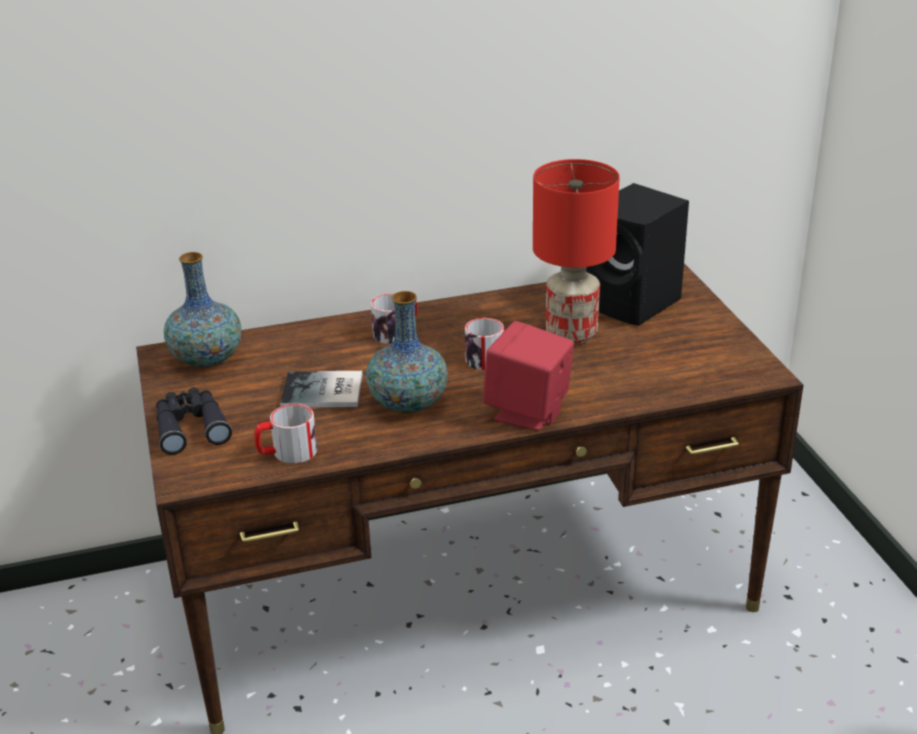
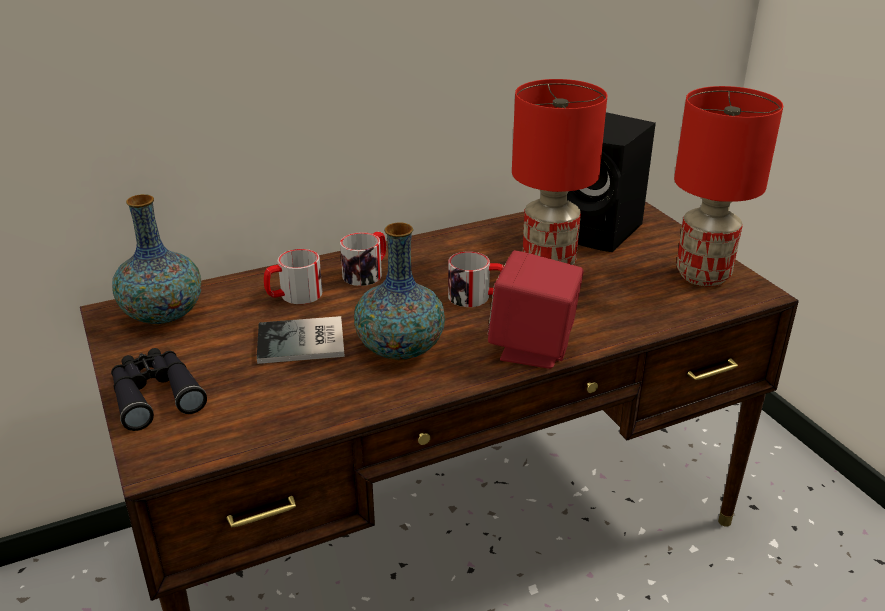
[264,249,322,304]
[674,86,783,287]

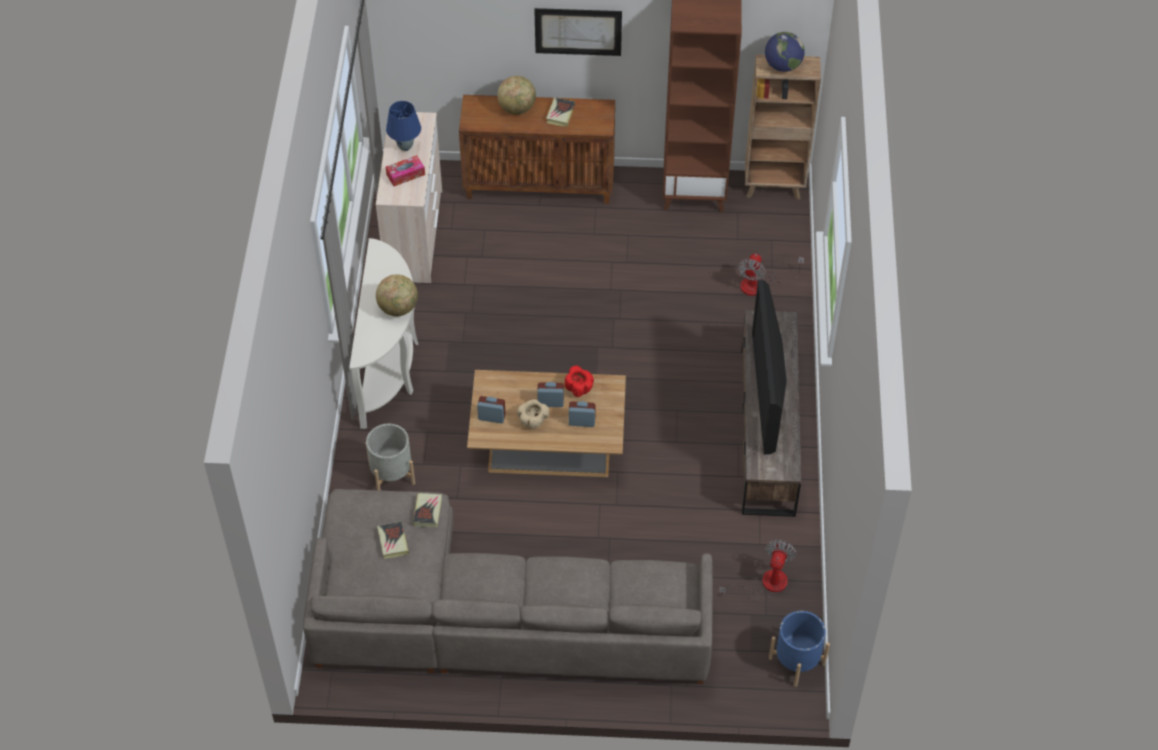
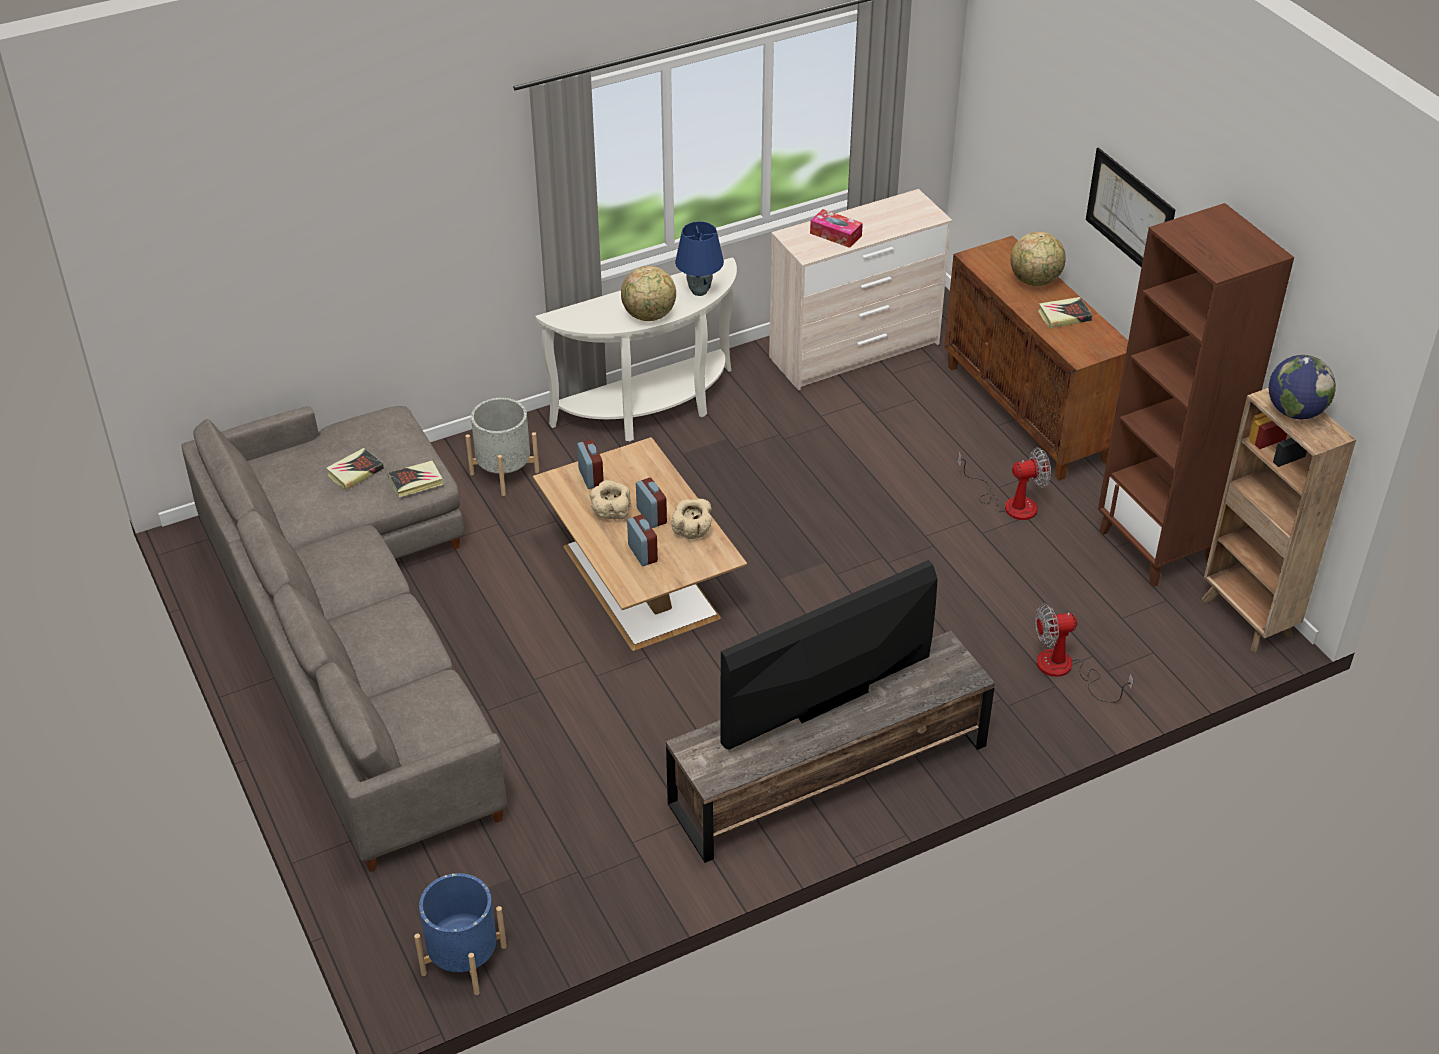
[675,221,724,296]
[671,499,712,539]
[958,447,1051,520]

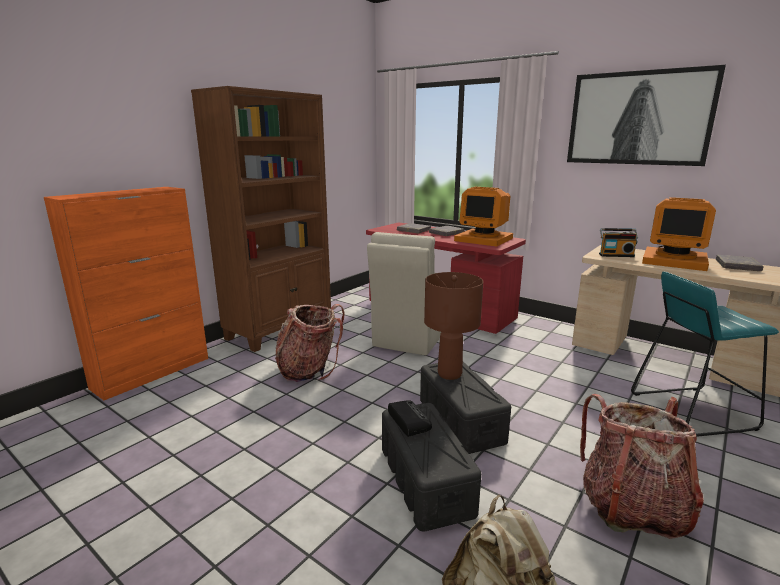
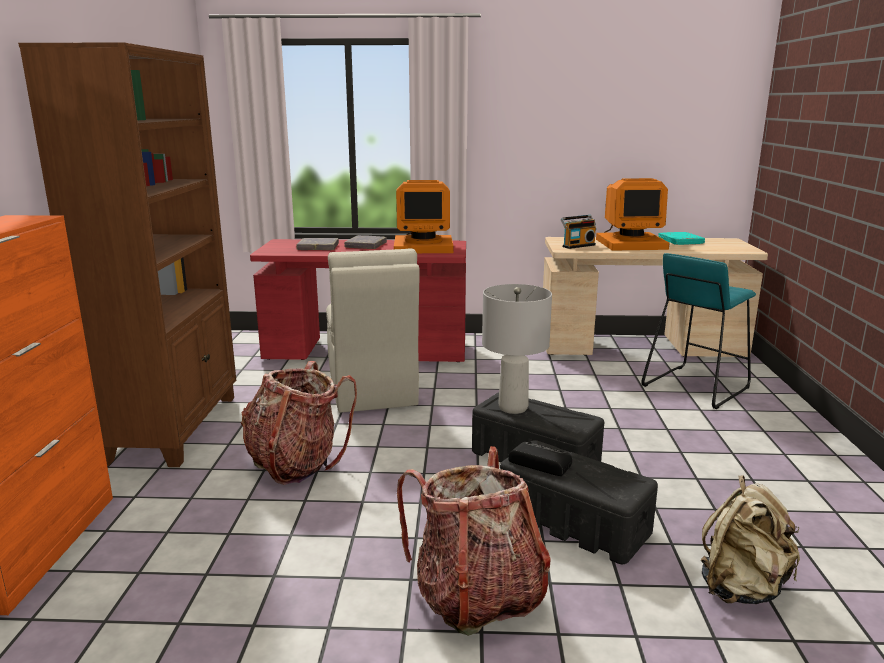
[482,284,552,414]
[567,65,726,166] (first image)
[397,446,551,636]
[658,232,705,245]

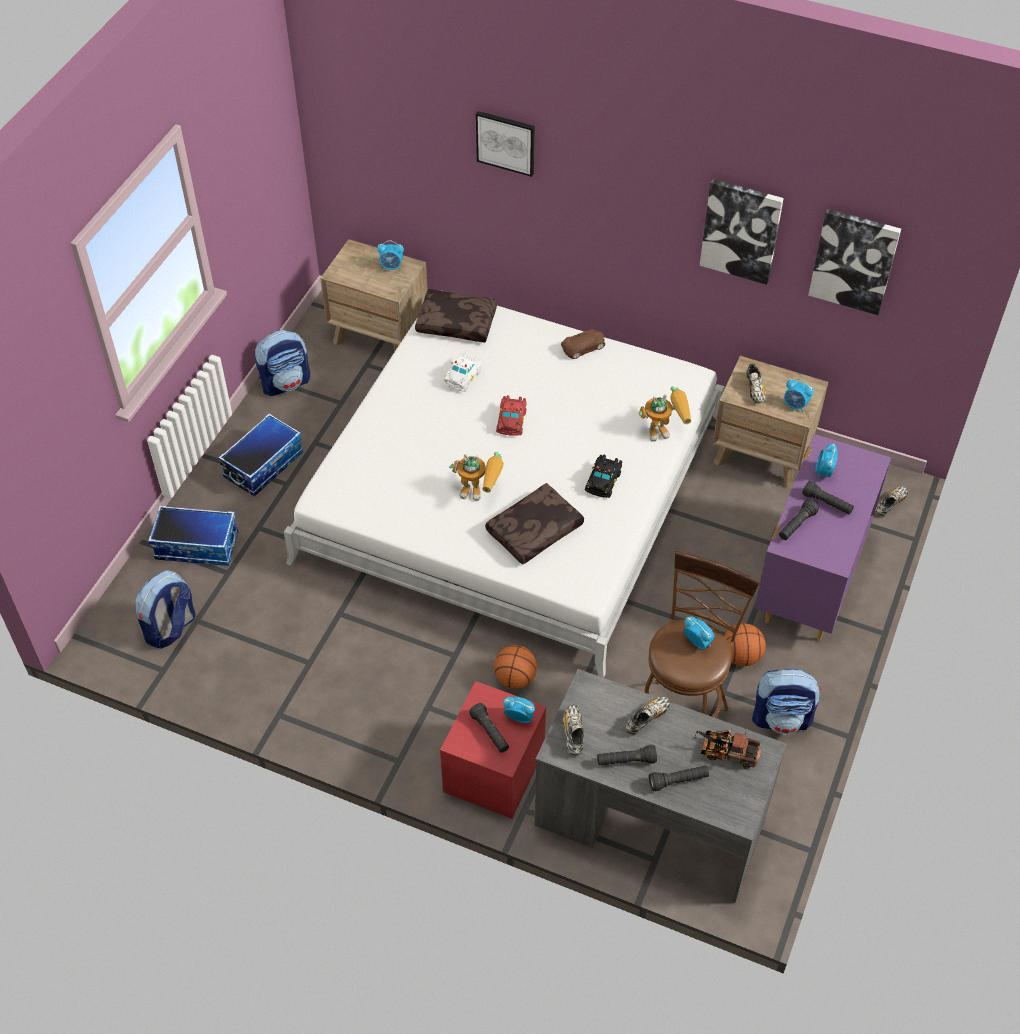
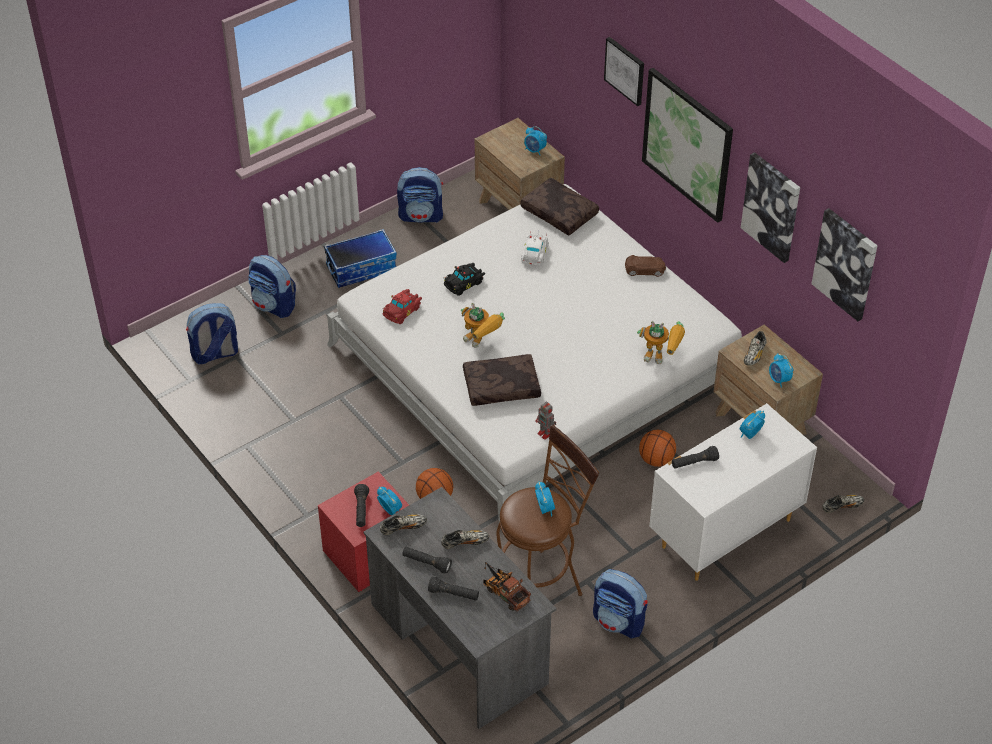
[248,255,296,318]
[521,231,549,265]
[383,289,422,324]
[380,514,427,535]
[444,263,485,296]
[639,430,676,467]
[649,403,817,581]
[802,481,854,514] (first image)
[535,401,556,440]
[642,68,733,223]

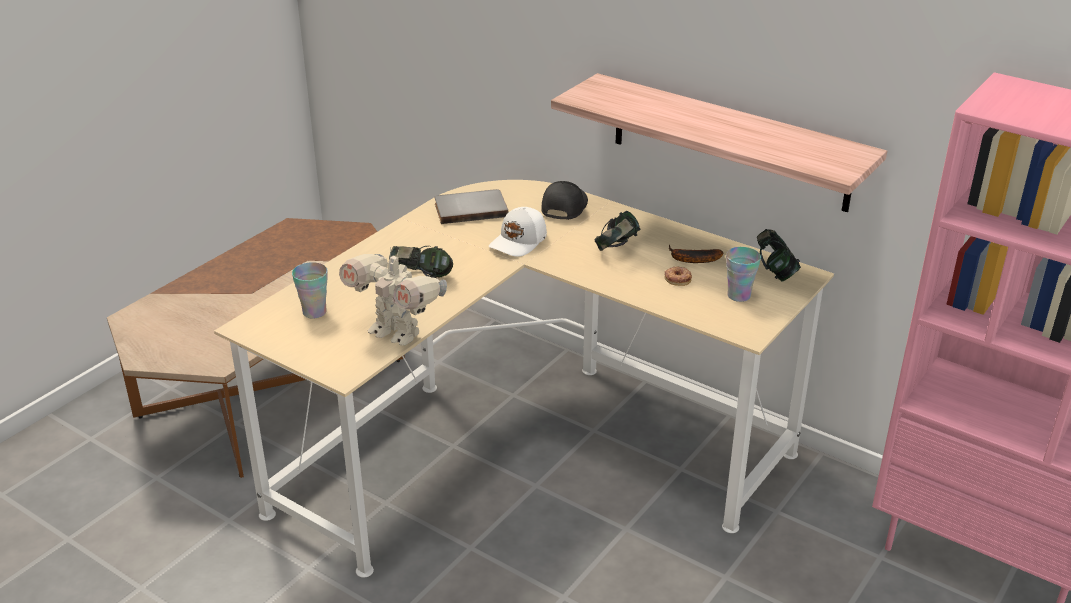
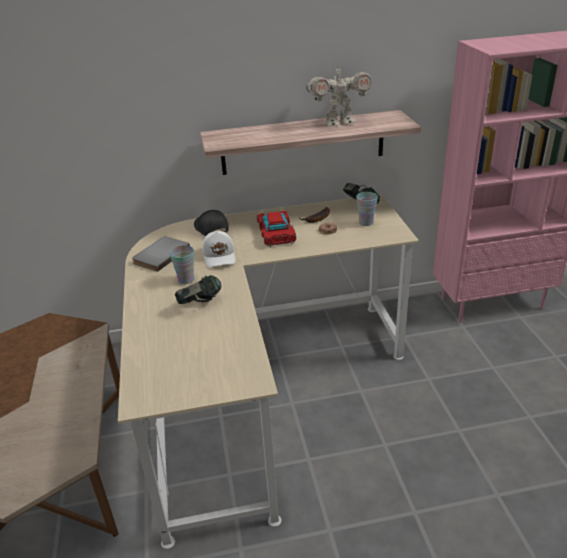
[169,245,194,284]
[306,62,372,126]
[257,210,296,247]

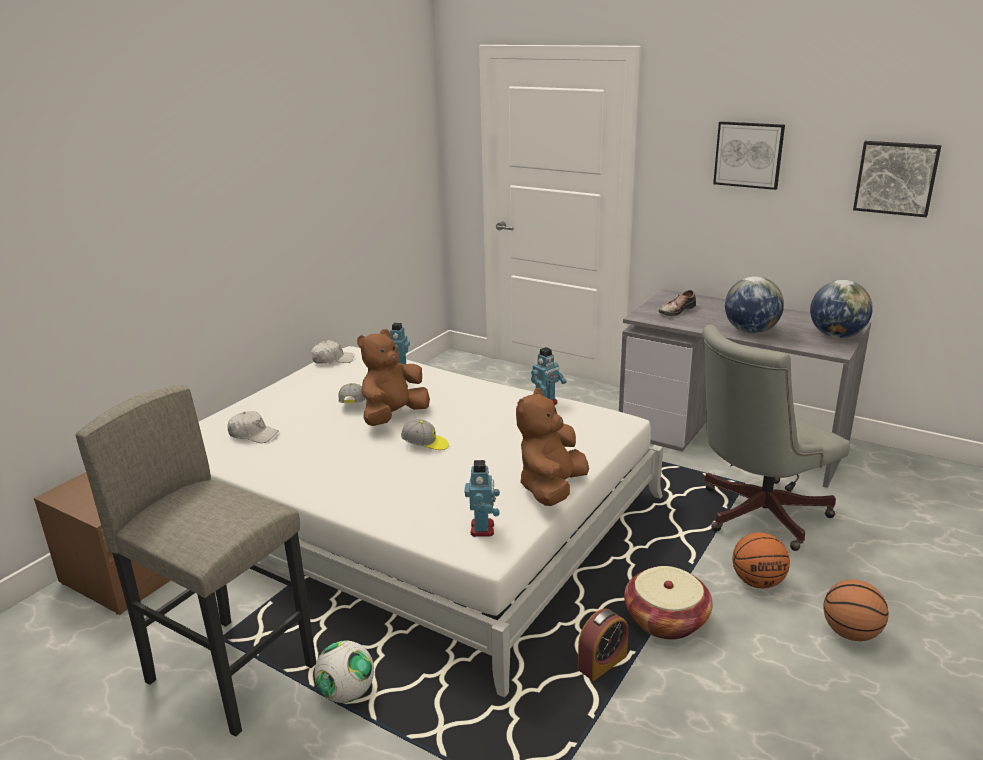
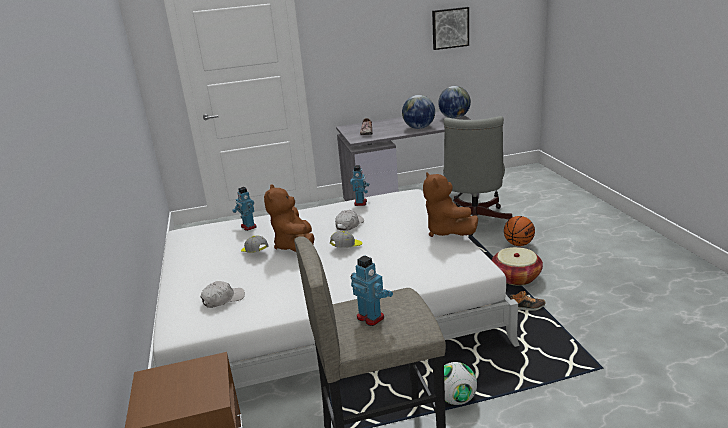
[335,210,364,231]
[350,255,393,326]
[510,291,545,311]
[713,121,785,190] (first image)
[823,579,889,641] (first image)

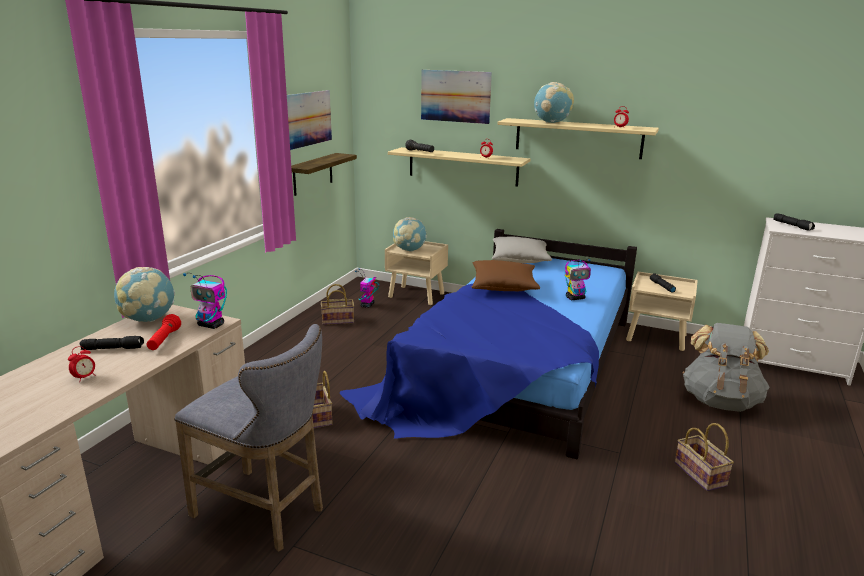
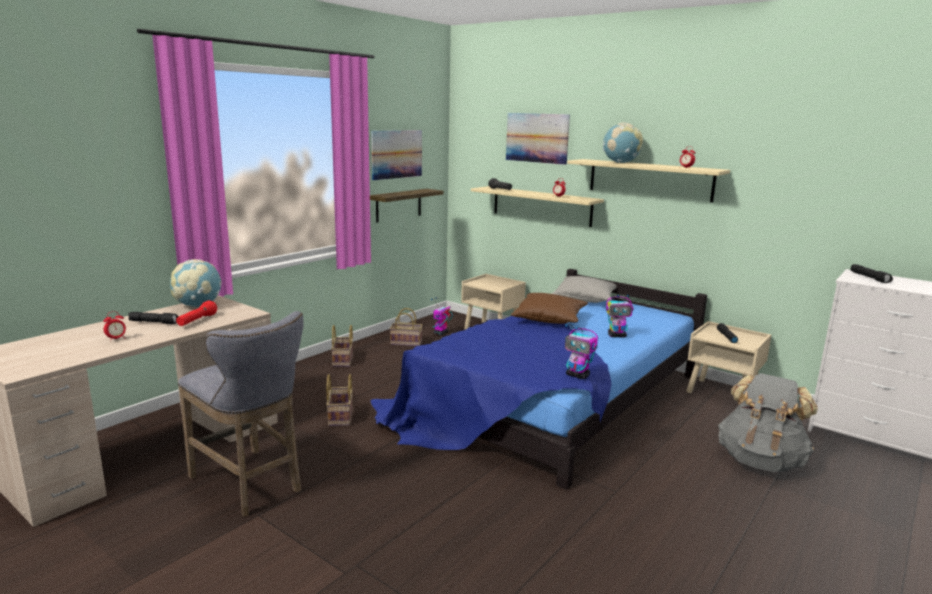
[565,324,598,379]
[393,217,427,252] (first image)
[331,325,353,367]

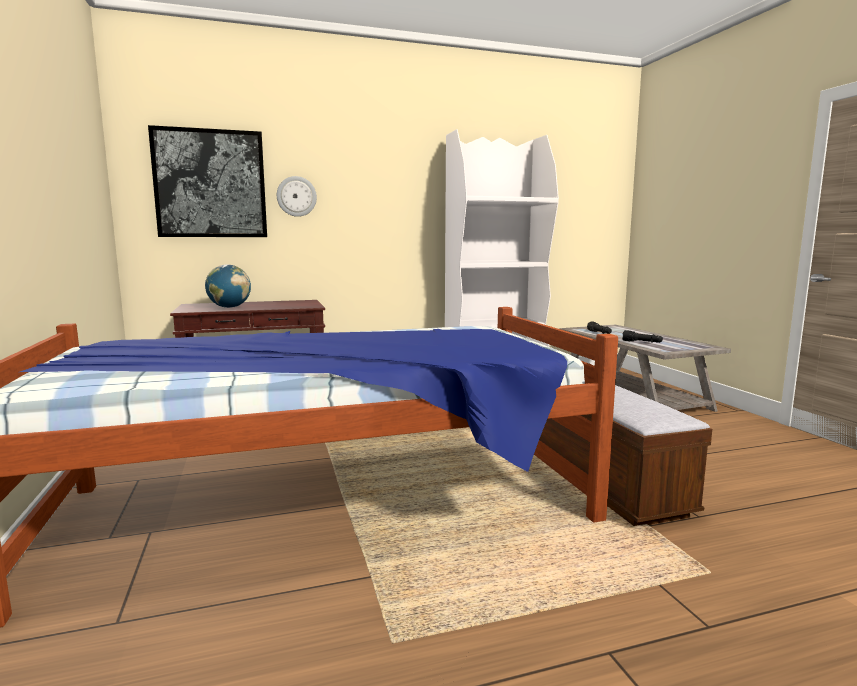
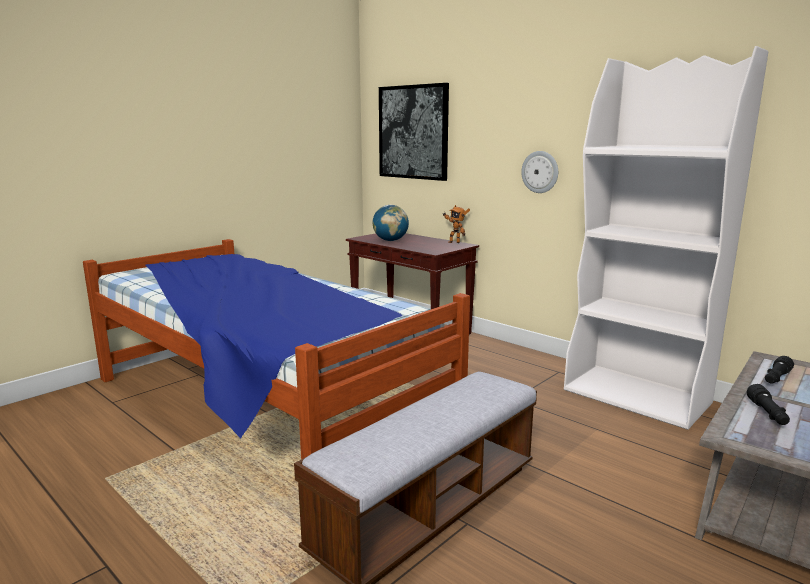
[521,151,558,193]
[443,205,470,243]

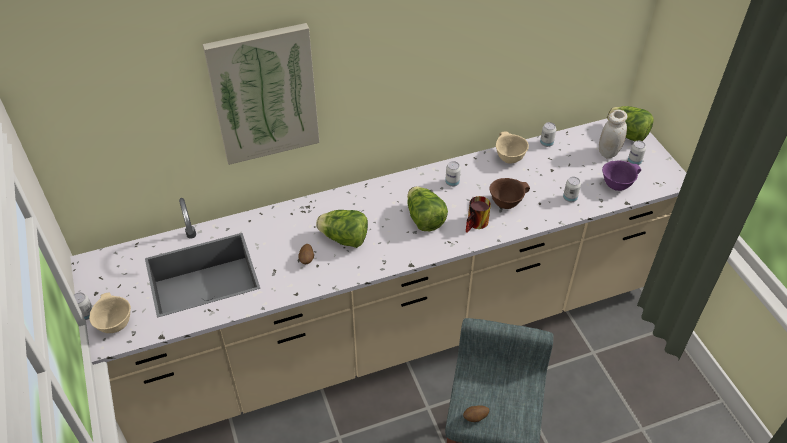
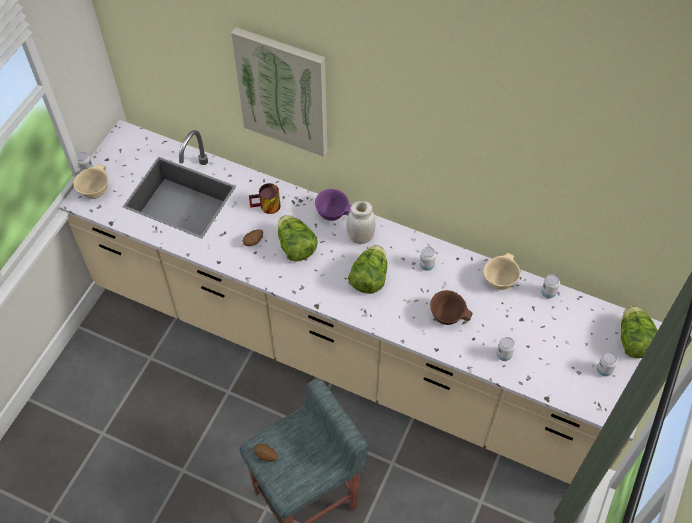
[249,183,280,214]
[347,201,375,244]
[315,189,351,221]

